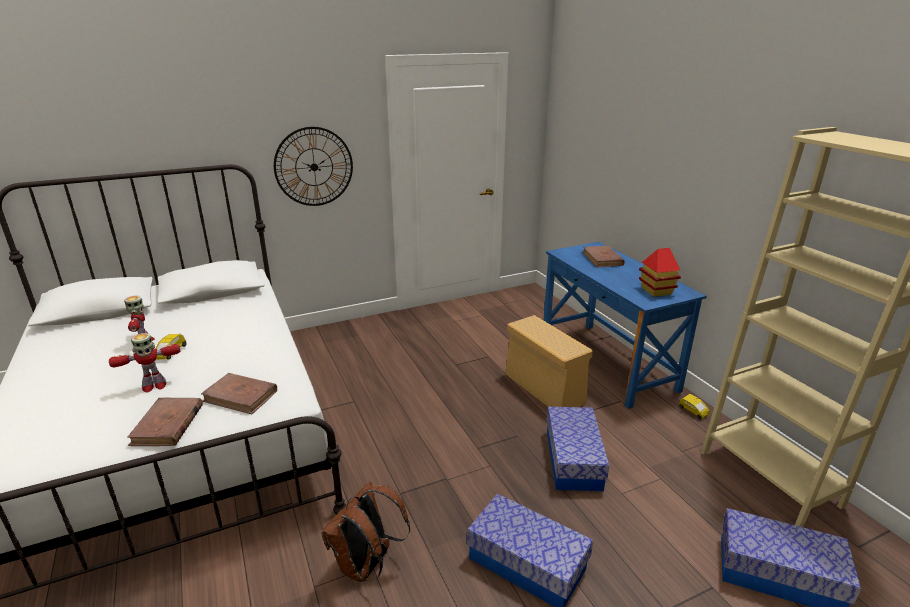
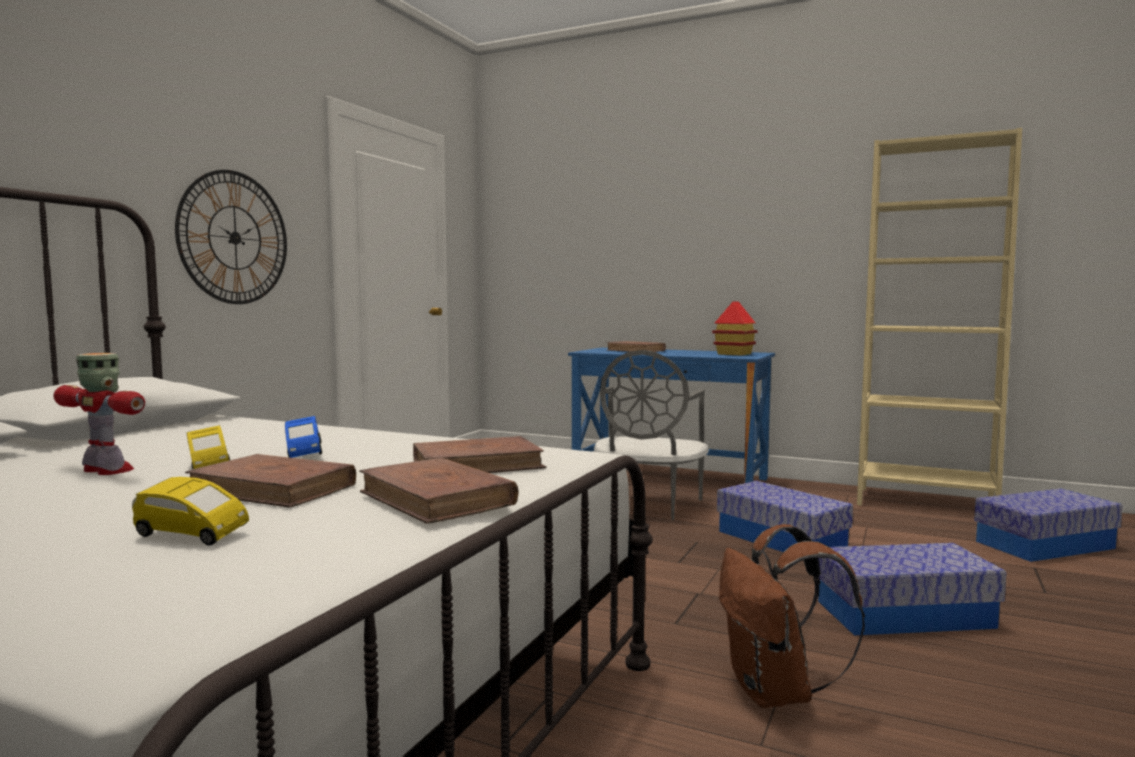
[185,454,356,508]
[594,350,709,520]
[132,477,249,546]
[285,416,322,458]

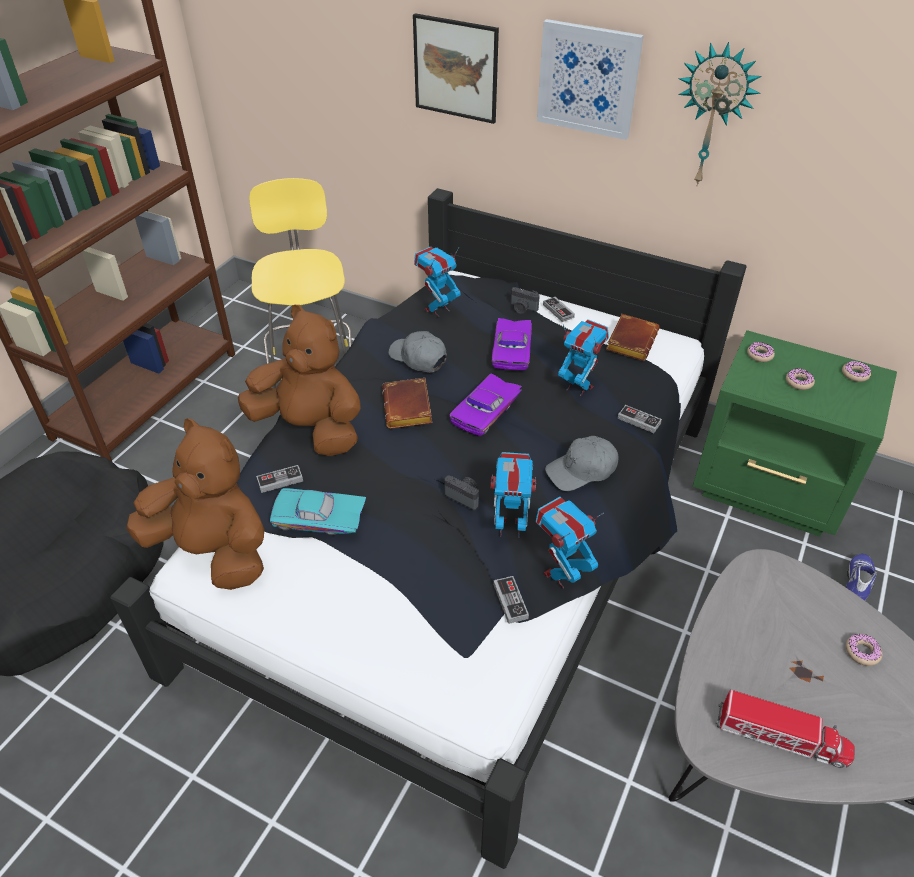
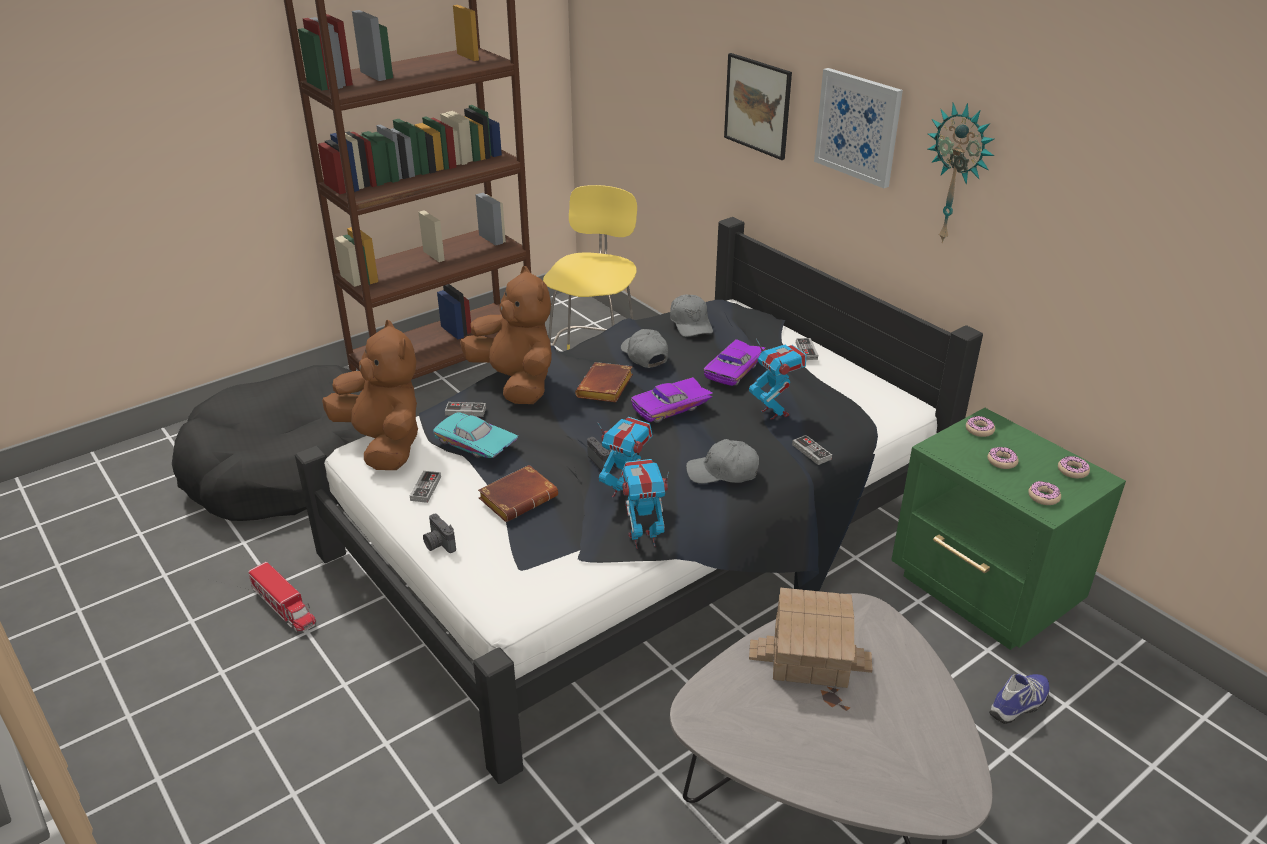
[670,294,713,337]
[410,471,441,503]
[423,514,456,553]
[478,465,558,522]
[248,562,316,633]
[1028,481,1061,505]
[749,588,873,688]

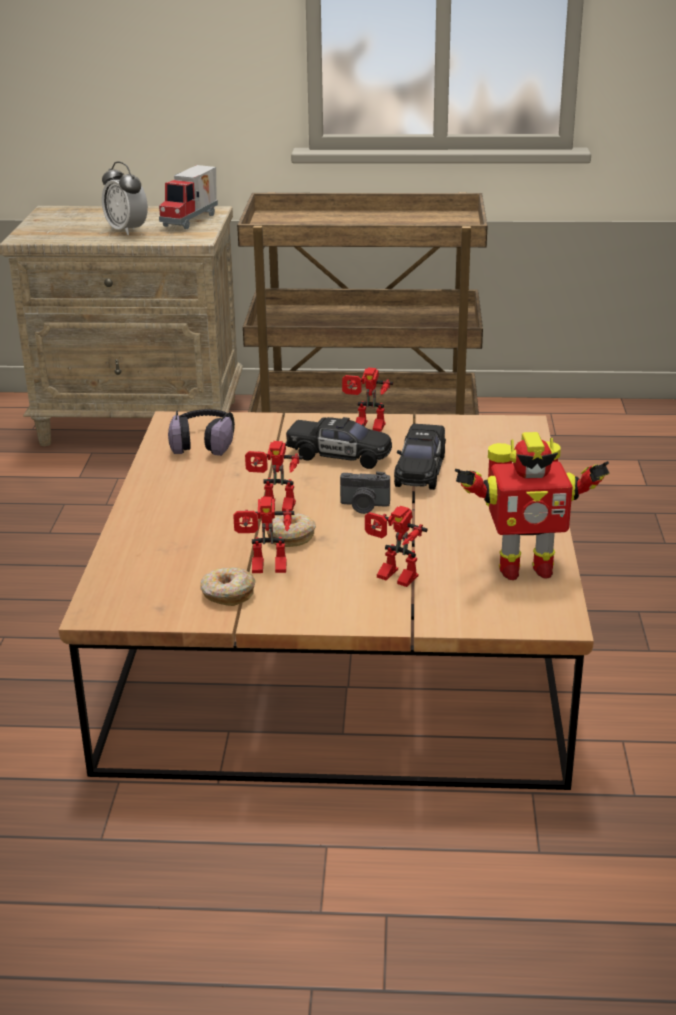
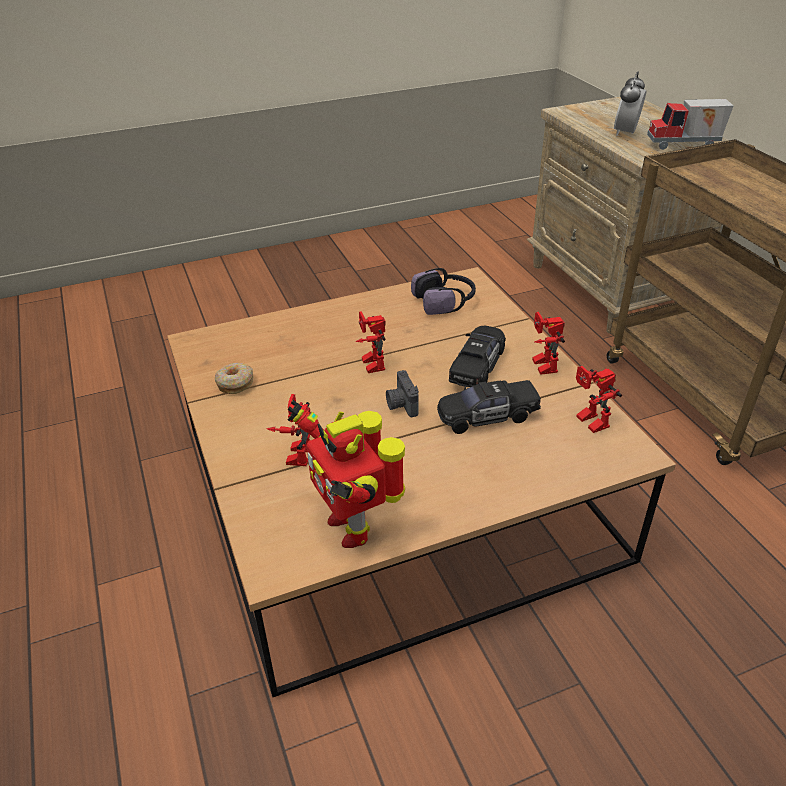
[576,366,622,433]
[267,513,316,547] (first image)
[449,325,506,387]

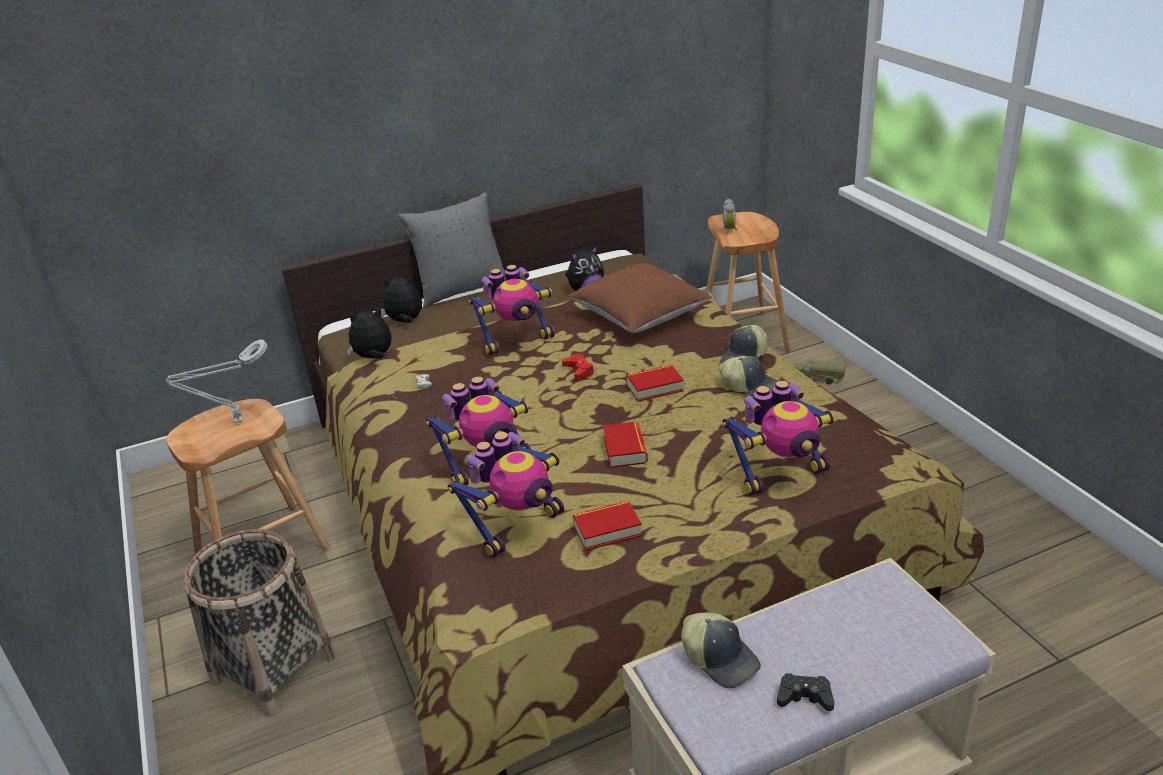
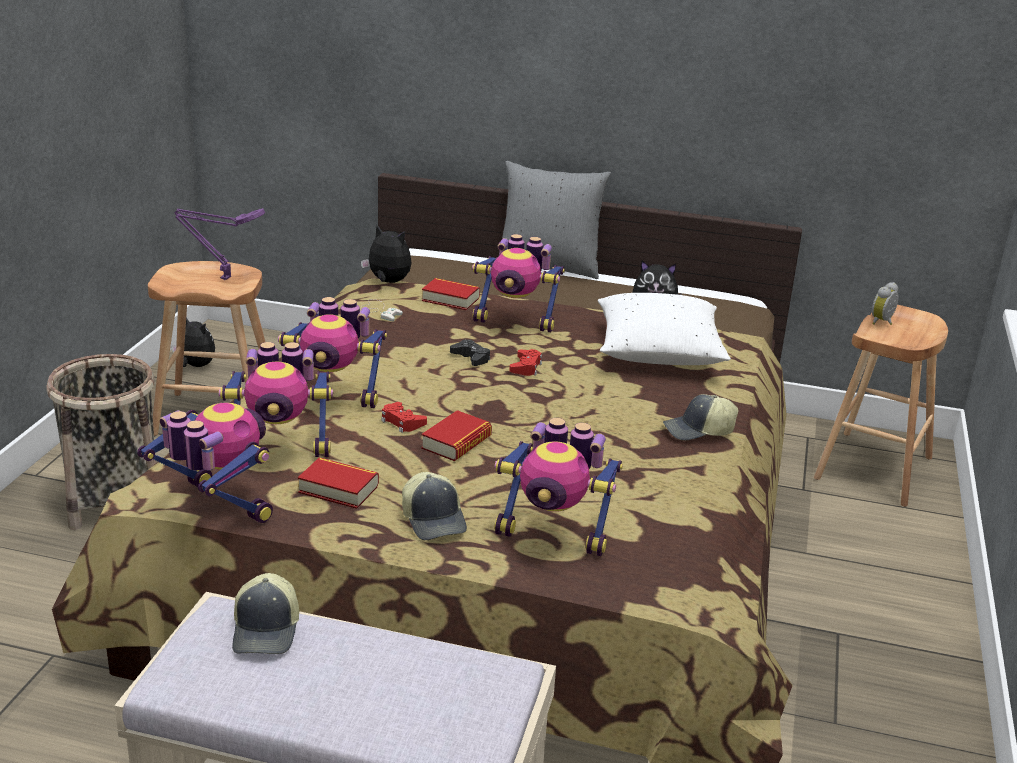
[174,208,265,280]
[172,317,215,367]
[598,293,731,365]
[422,278,480,310]
[402,472,467,540]
[450,339,490,366]
[793,360,846,384] (first image)
[137,403,273,523]
[381,402,427,433]

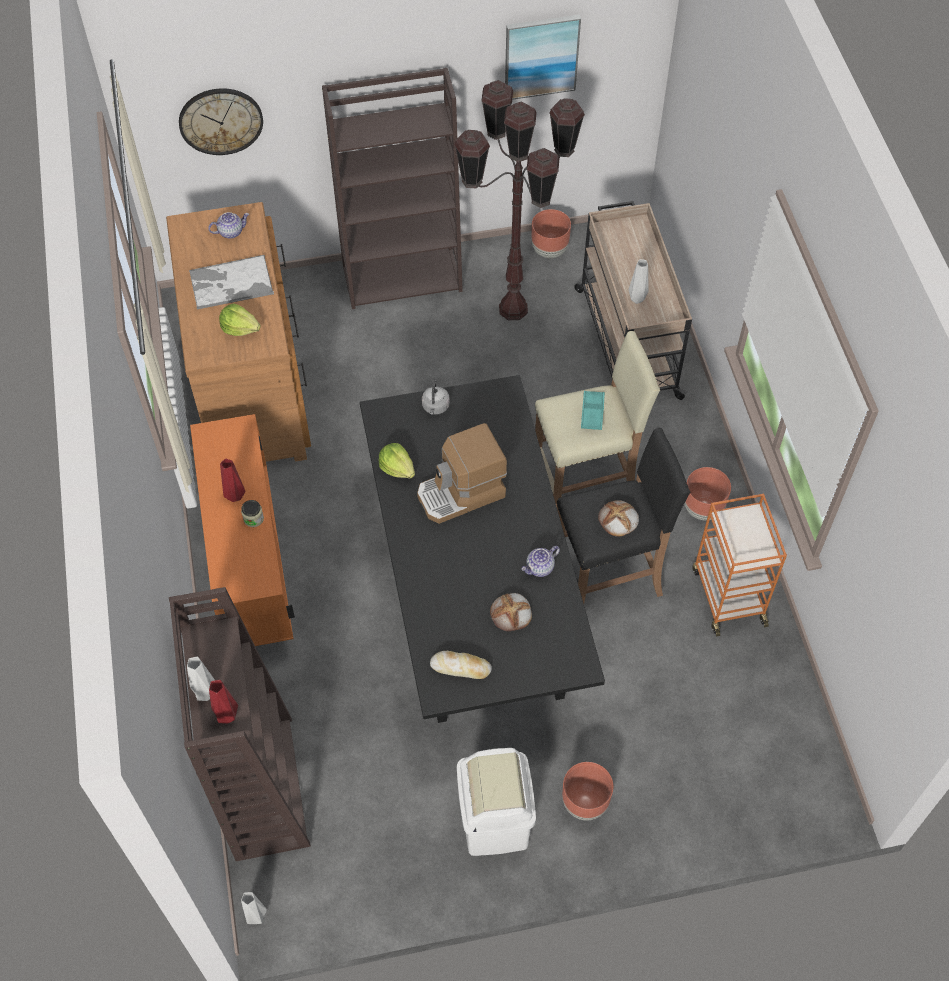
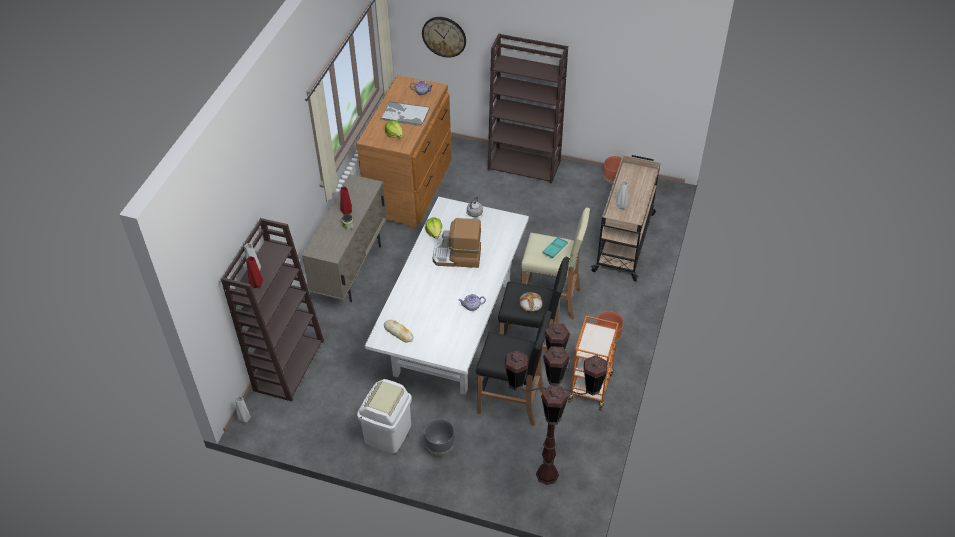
[302,174,387,302]
[365,197,529,395]
[505,323,607,485]
[490,593,532,631] (first image)
[505,15,581,100] (first image)
[424,419,454,456]
[476,311,552,426]

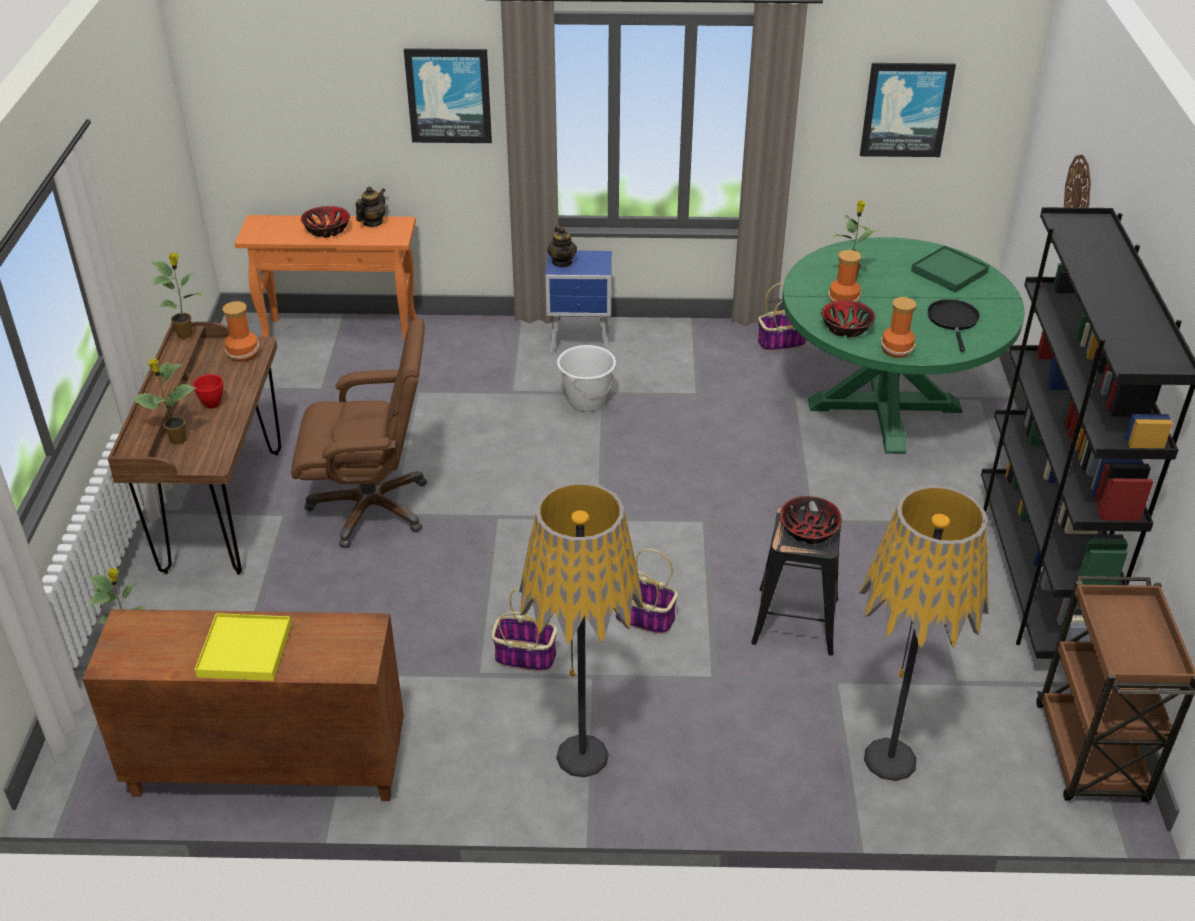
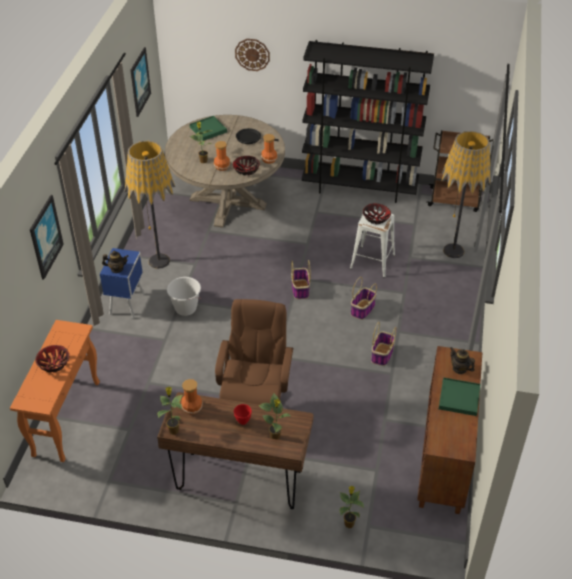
[439,377,481,416]
[450,347,475,374]
[125,141,175,269]
[350,210,395,278]
[291,260,310,299]
[165,115,285,227]

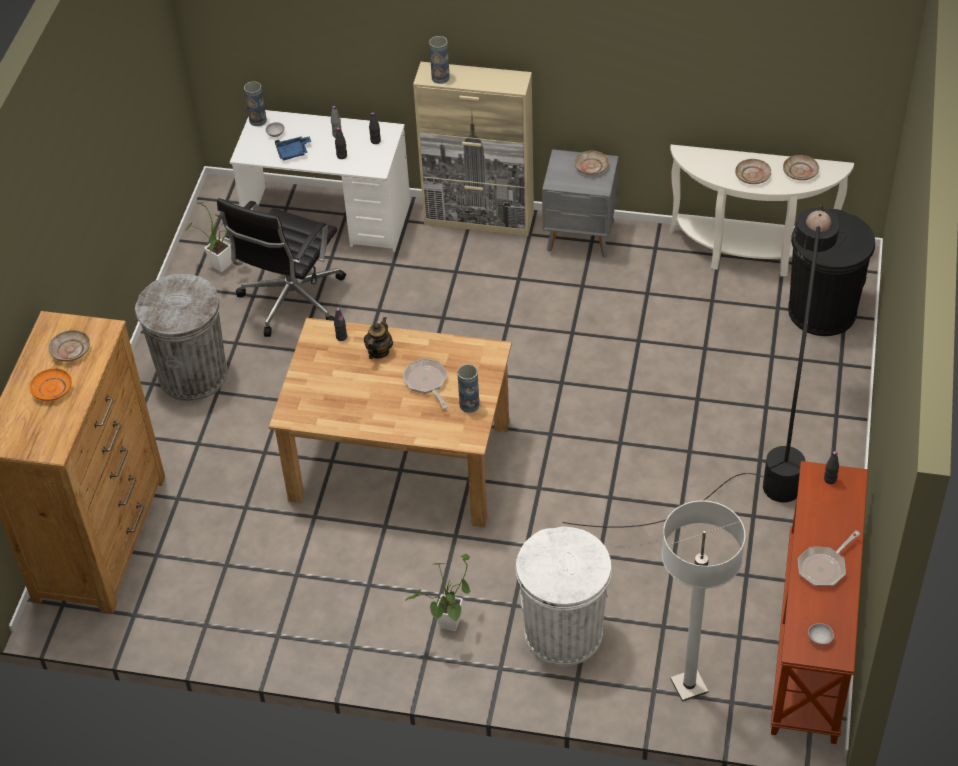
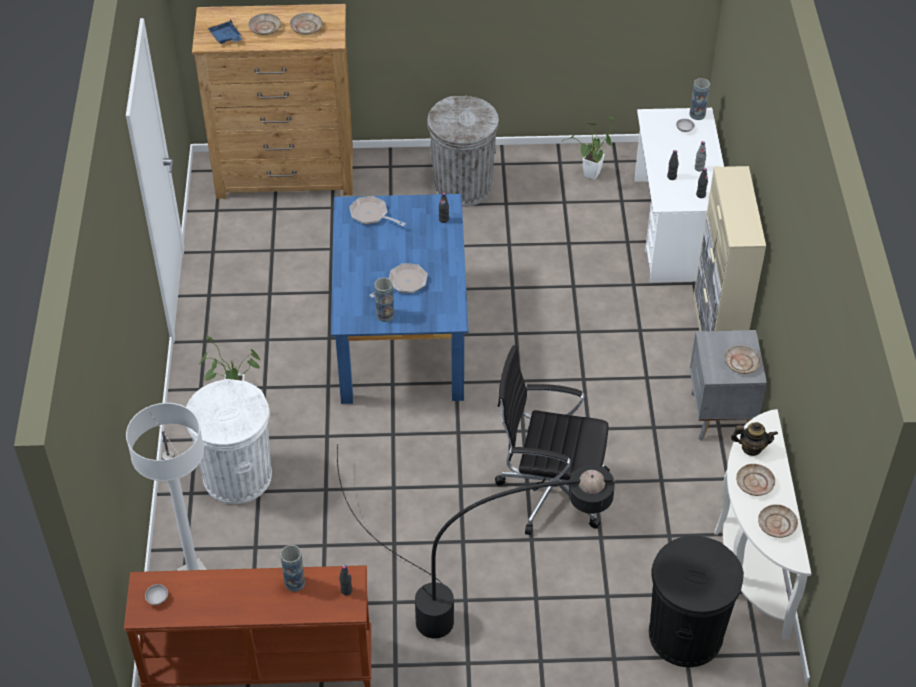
[248,13,282,35]
[495,345,610,535]
[331,194,468,404]
[208,19,242,44]
[731,422,778,456]
[280,545,305,592]
[349,196,406,226]

